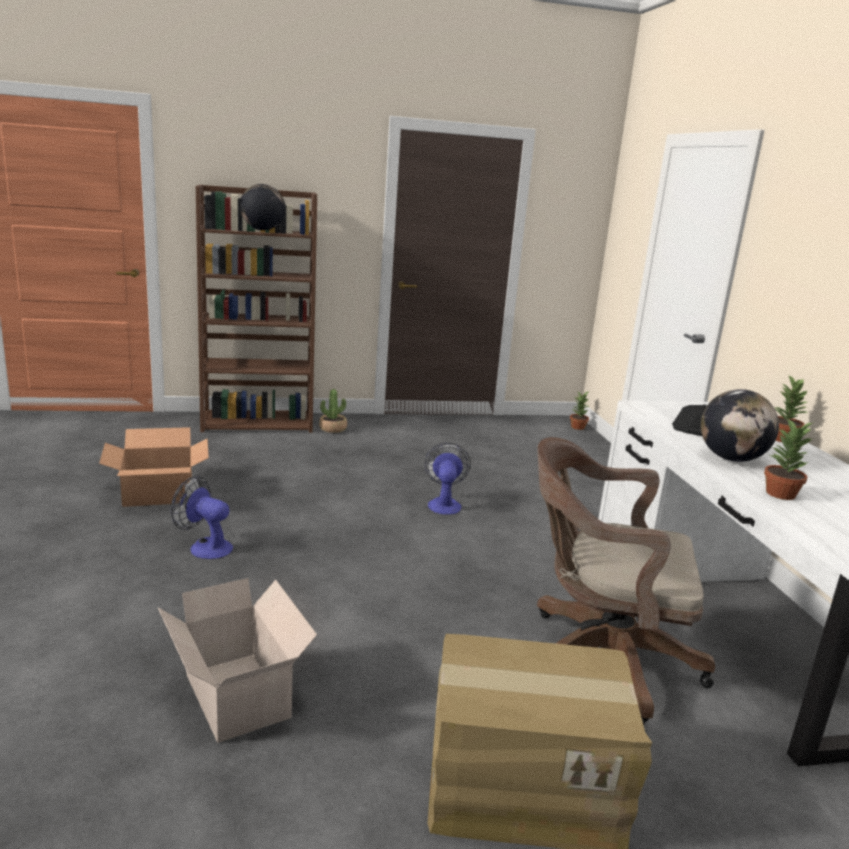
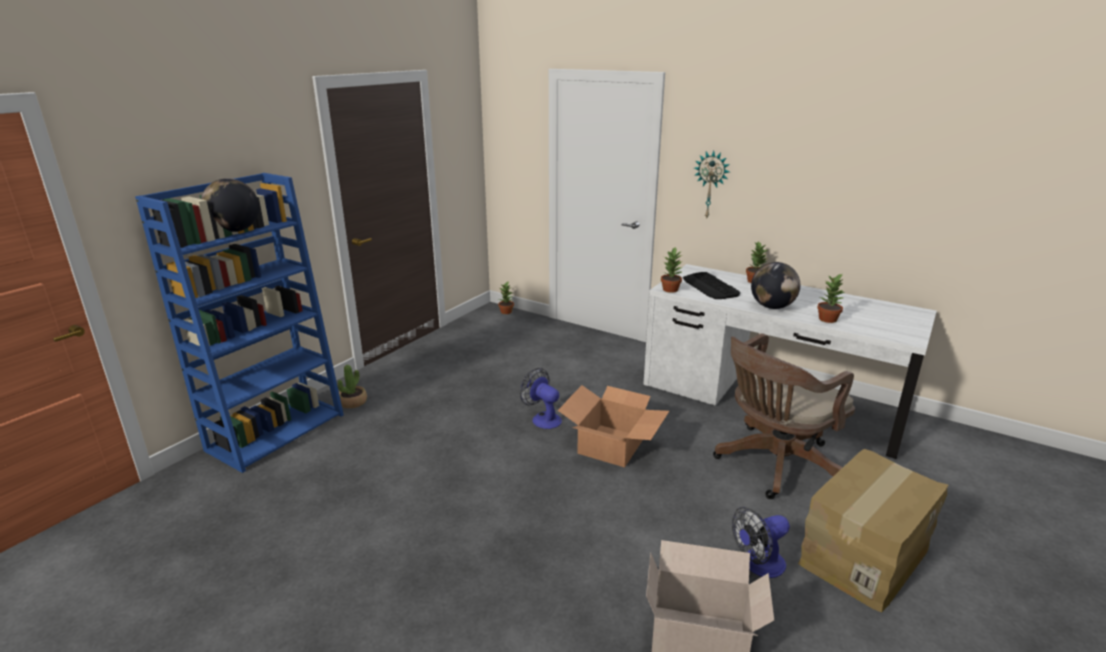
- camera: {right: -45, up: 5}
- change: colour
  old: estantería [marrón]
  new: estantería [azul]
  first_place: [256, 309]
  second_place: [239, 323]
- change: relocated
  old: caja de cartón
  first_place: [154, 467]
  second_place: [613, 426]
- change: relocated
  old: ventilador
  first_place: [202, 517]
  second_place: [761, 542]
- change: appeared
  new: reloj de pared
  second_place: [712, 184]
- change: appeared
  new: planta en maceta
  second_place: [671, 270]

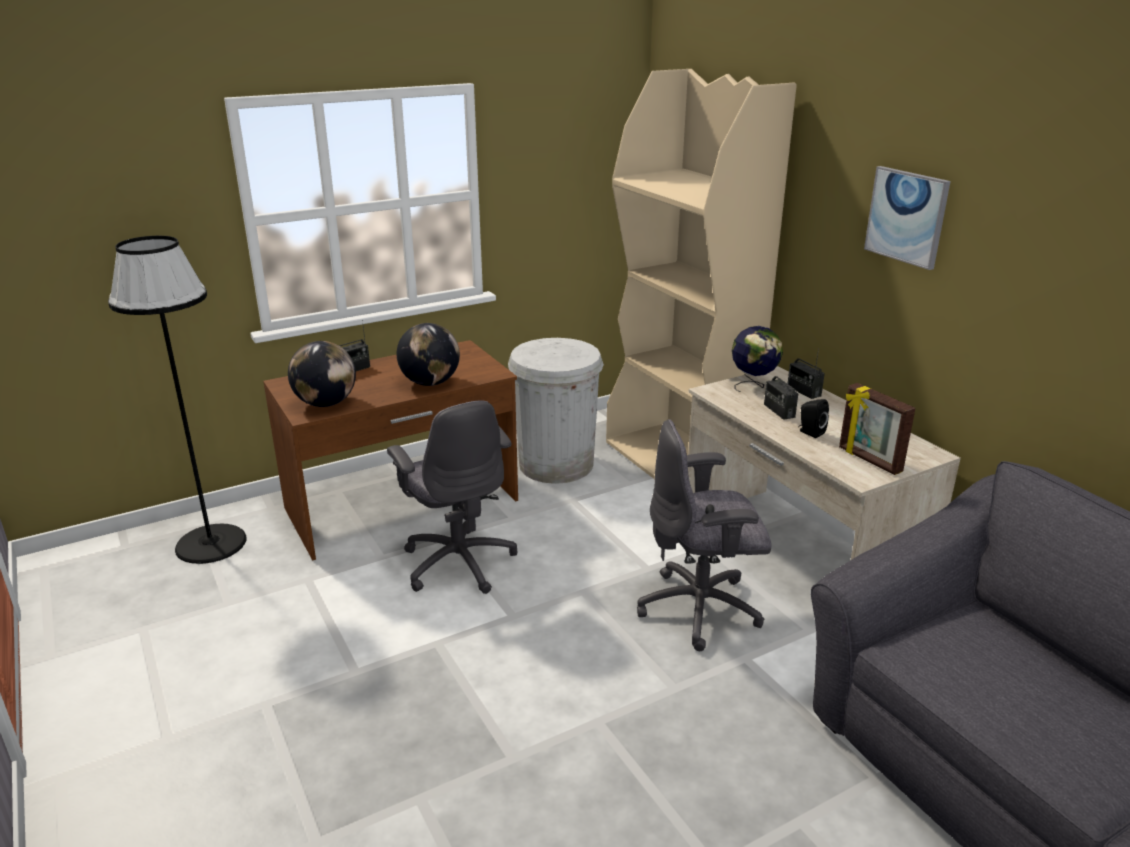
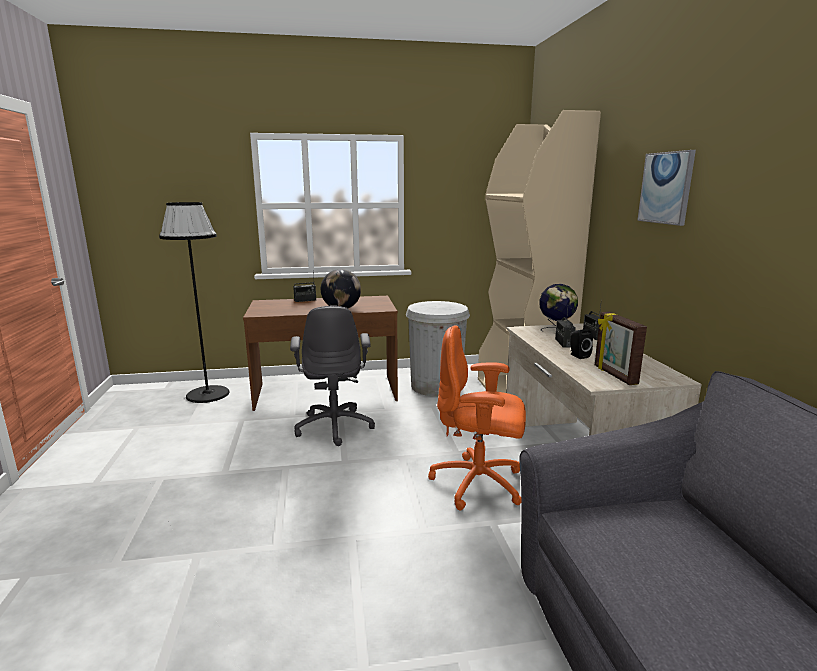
- camera: {right: 20, up: -10}
- change: missing
  old: globo terráqueo
  first_place: [322, 374]
- change: colour
  old: silla de oficina [gris]
  new: silla de oficina [naranja]
  first_place: [704, 535]
  second_place: [477, 418]

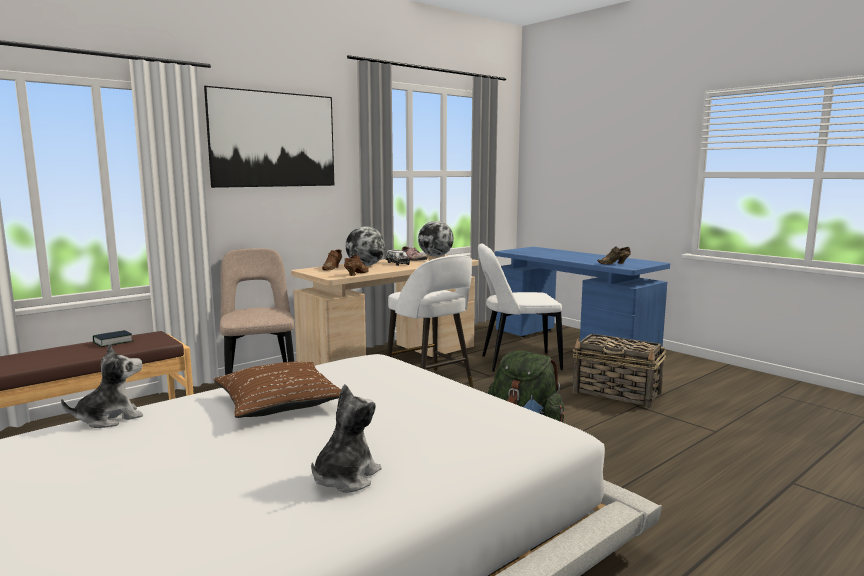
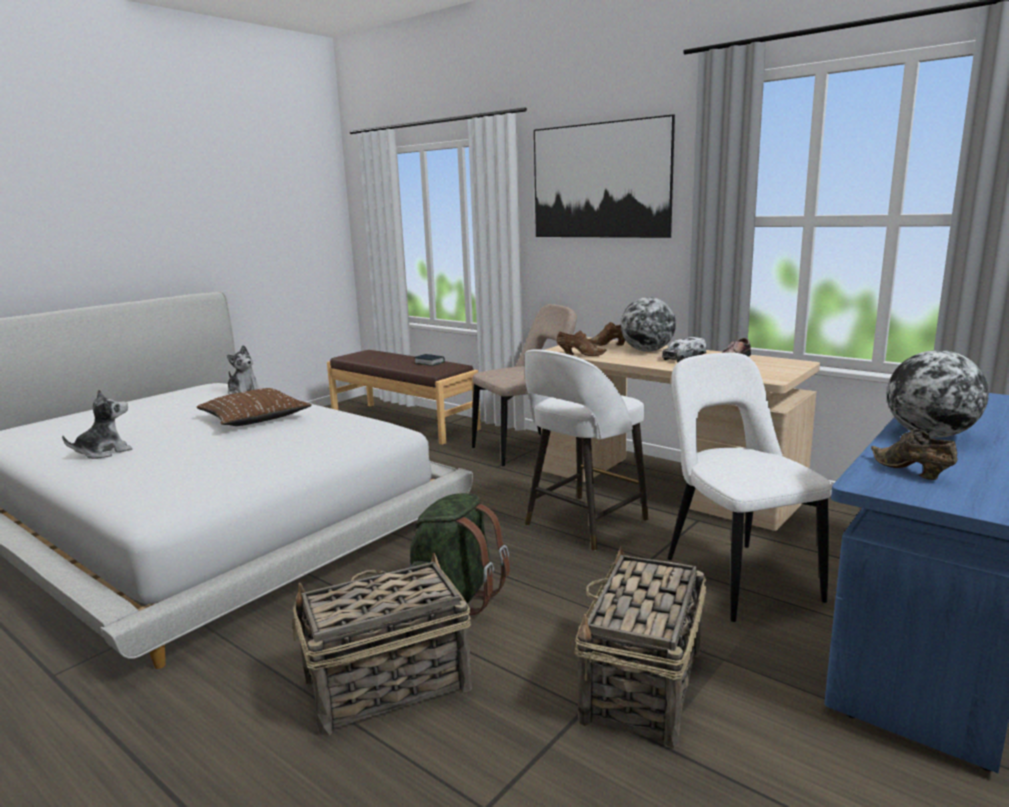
- camera: {right: 80, up: 5}
- change: relocated
  old: globo terráqueo
  first_place: [436, 239]
  second_place: [938, 394]
- change: spun
  old: peluche
  first_place: [346, 438]
  second_place: [97, 424]
  degrees: -60
- change: appeared
  new: cesta
  second_place: [382, 644]

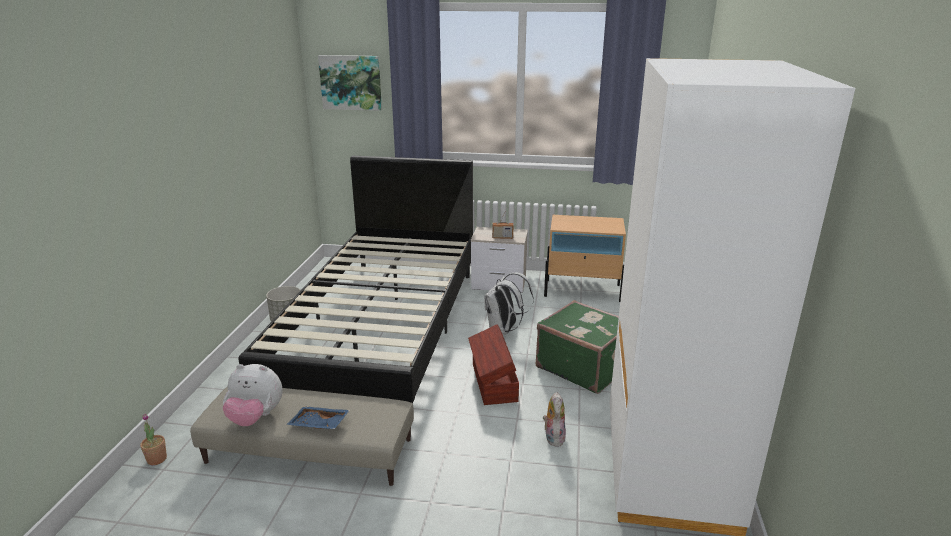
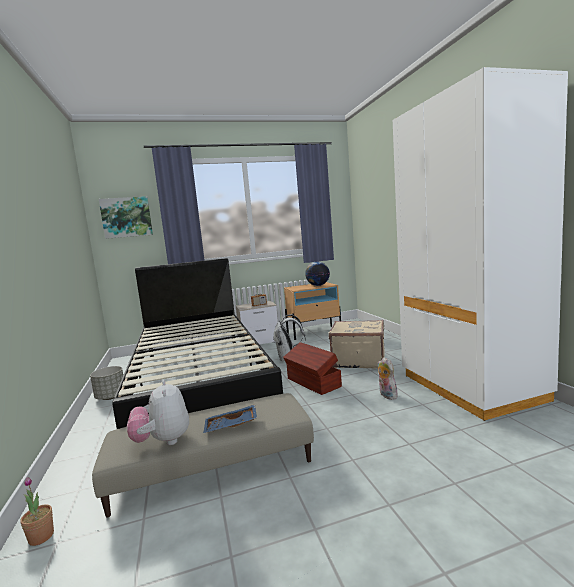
- camera: {right: -25, up: -15}
- change: colour
  old: maleta [verde]
  new: maleta [beis]
  first_place: [577, 347]
  second_place: [357, 344]
- change: spun
  old: peluche
  first_place: [253, 395]
  second_place: [158, 412]
  degrees: 90
- change: appeared
  new: globo terráqueo
  second_place: [317, 274]

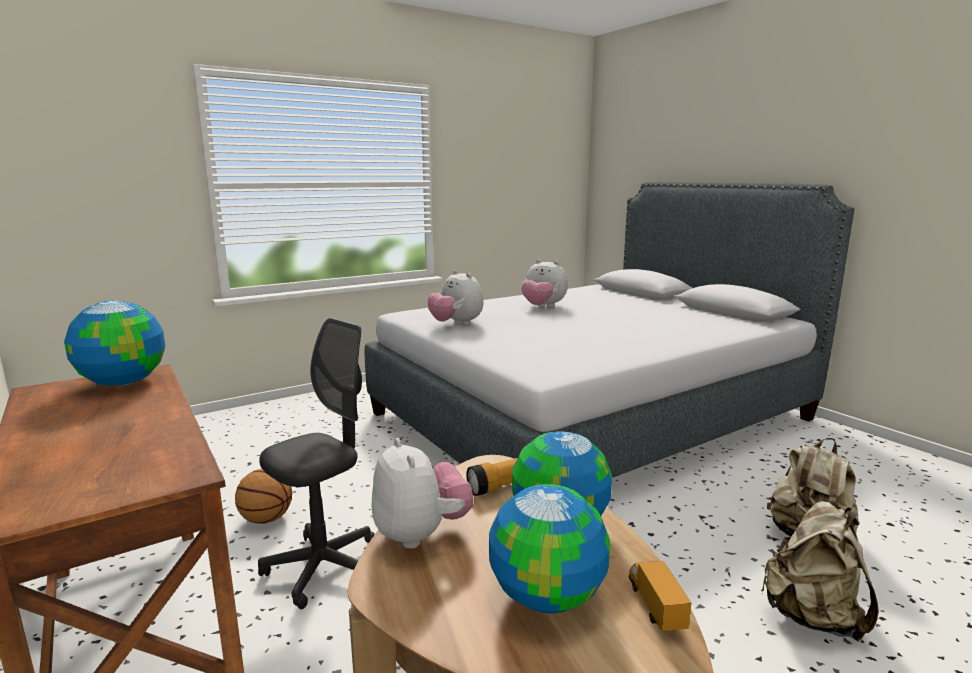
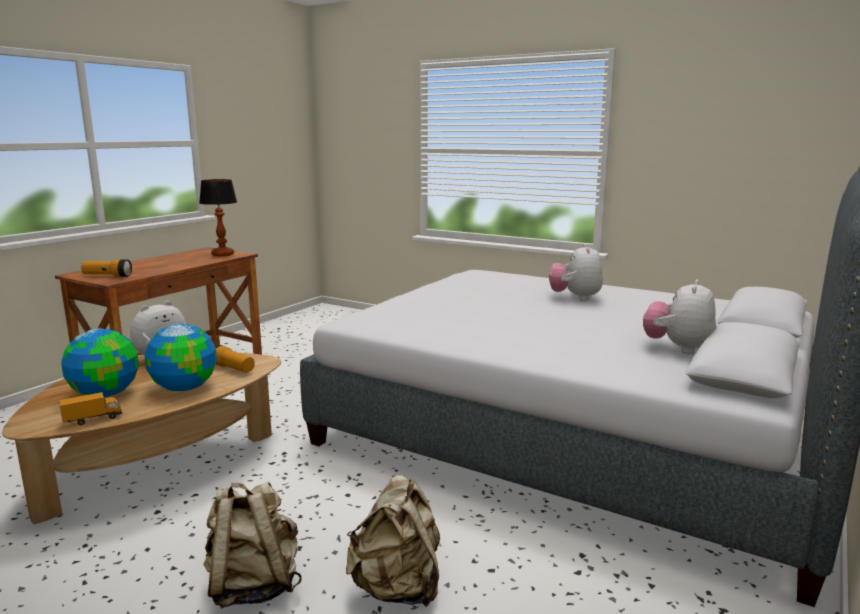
- camera: {right: 65, up: 0}
- change: relocated
  old: peluche
  first_place: [455, 297]
  second_place: [679, 316]
- change: exchanged
  old: globo terráqueo
  new: lámpara de mesa
  first_place: [114, 343]
  second_place: [218, 217]
- change: missing
  old: silla de oficina [gris]
  first_place: [316, 463]
- change: missing
  old: balón de baloncesto
  first_place: [263, 496]
- change: appeared
  new: linterna
  second_place: [106, 268]

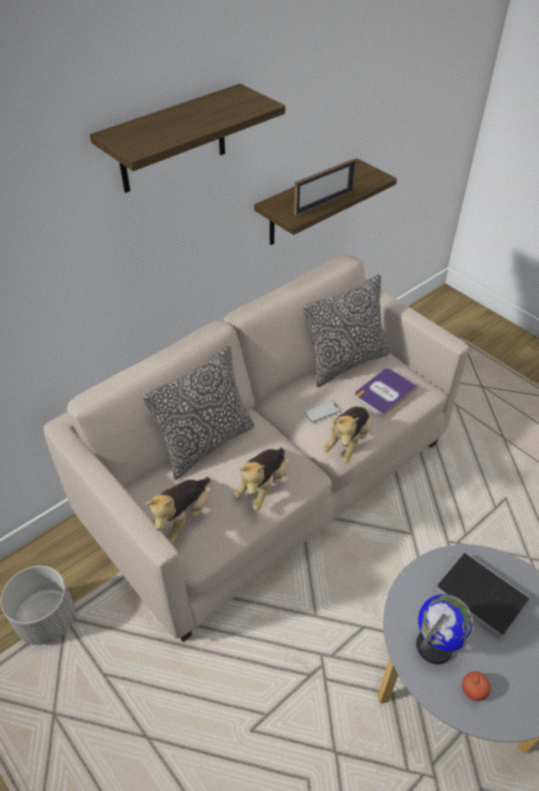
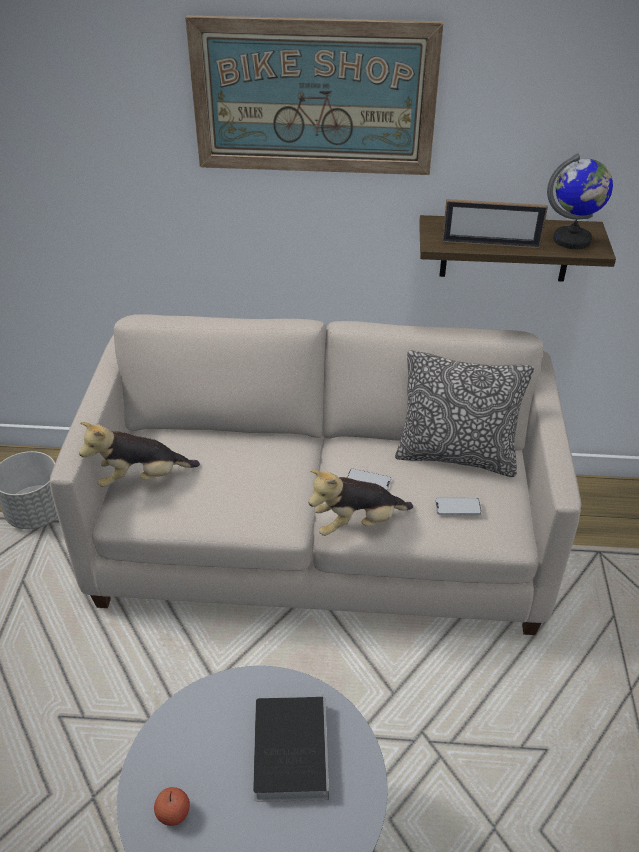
- camera: {right: 45, up: -5}
- change: exchanged
  old: estante
  new: cuadro
  first_place: [187, 138]
  second_place: [314, 95]
- change: missing
  old: cojín
  first_place: [198, 412]
- change: exchanged
  old: libro
  new: móvil
  first_place: [386, 392]
  second_place: [458, 506]
- change: missing
  old: peluche
  first_place: [260, 479]
- change: relocated
  old: globo terráqueo
  first_place: [445, 629]
  second_place: [580, 201]

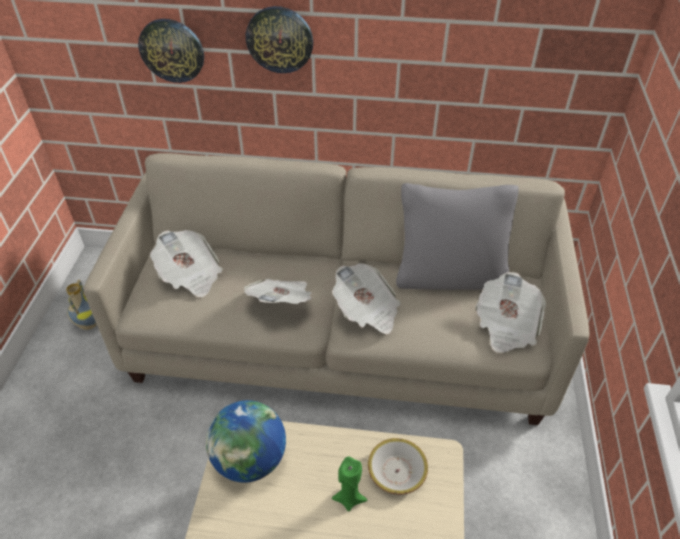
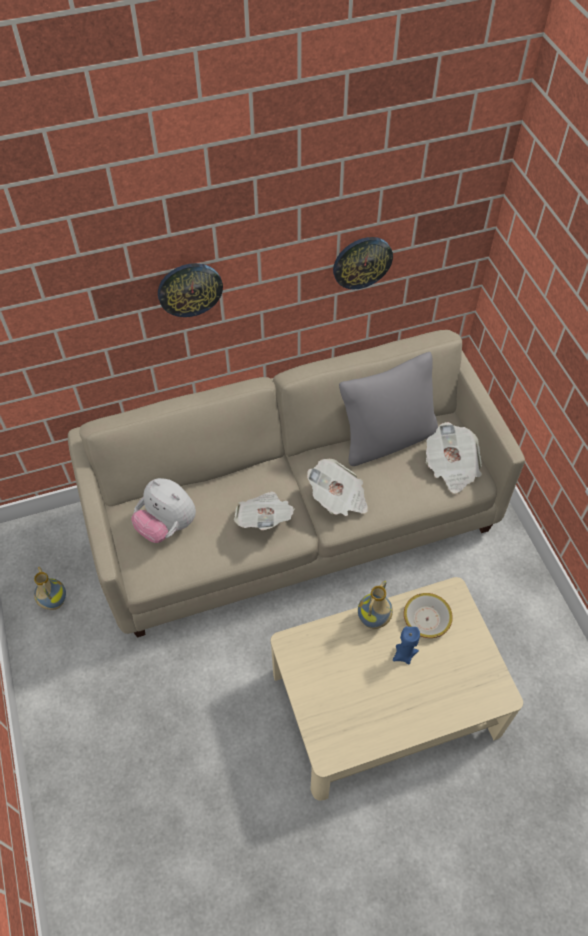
- camera: {right: -25, up: 10}
- change: relocated
  old: reloj de pared
  first_place: [171, 51]
  second_place: [363, 263]
- change: exchanged
  old: periódico
  new: peluche
  first_place: [186, 263]
  second_place: [163, 510]
- change: missing
  old: globo terráqueo
  first_place: [246, 441]
- change: colour
  old: vela [verde]
  new: vela [azul]
  first_place: [349, 483]
  second_place: [406, 645]
- change: appeared
  new: florero
  second_place: [375, 605]

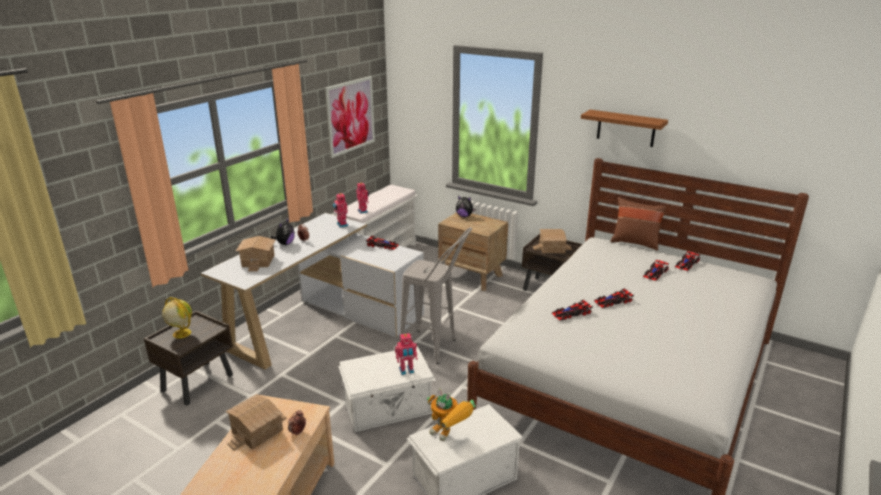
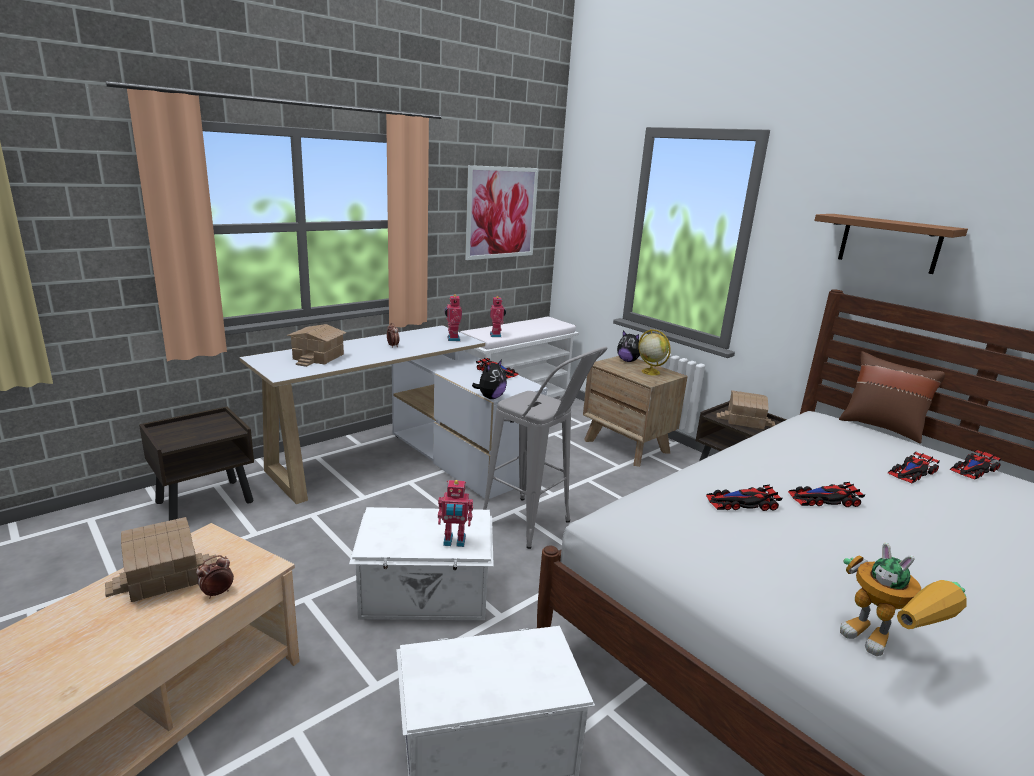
- camera: {right: 15, up: -5}
- change: relocated
  old: peluche
  first_place: [283, 231]
  second_place: [489, 379]
- change: relocated
  old: globo terráqueo
  first_place: [177, 318]
  second_place: [654, 352]
- change: relocated
  old: robot de juguete
  first_place: [451, 414]
  second_place: [903, 599]

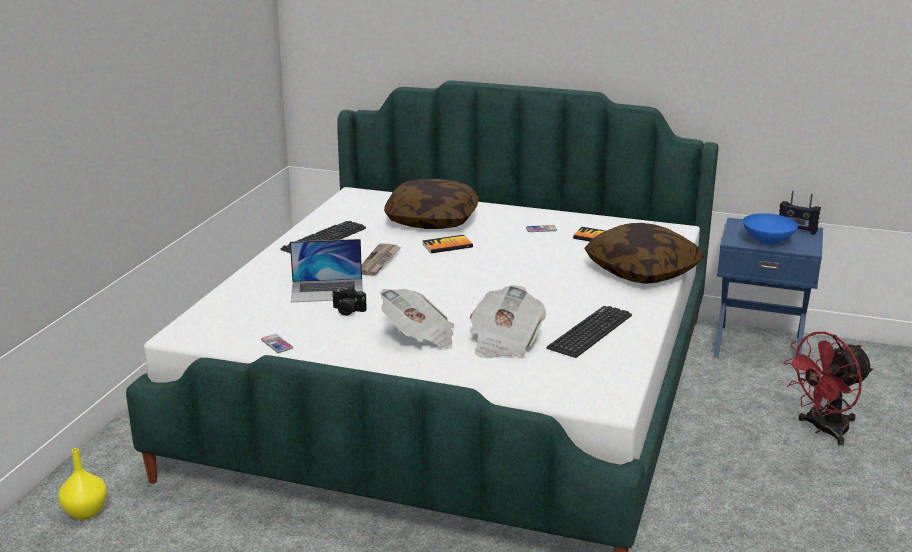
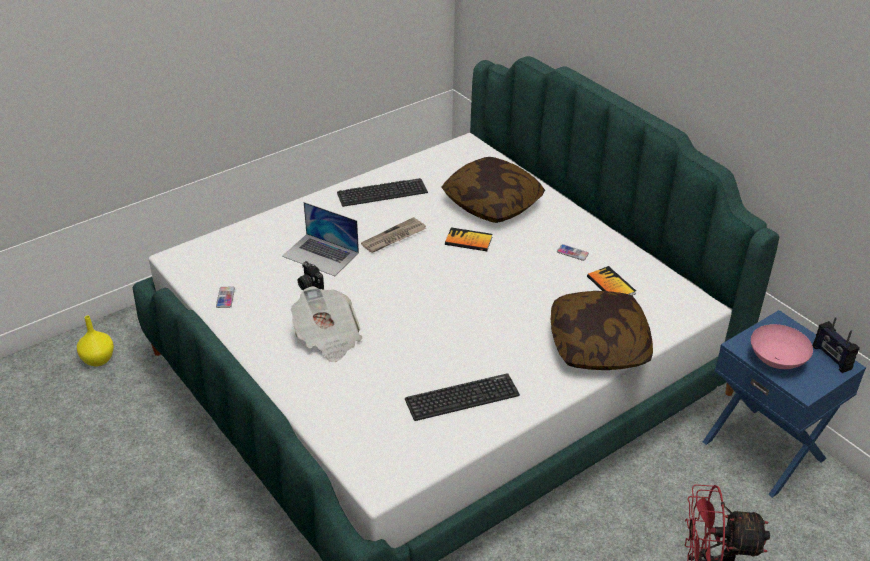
- camera: {right: 35, up: 15}
- change: colour
  old: cuenco [azul]
  new: cuenco [rosa]
  first_place: [770, 229]
  second_place: [782, 346]
- change: missing
  old: periódico
  first_place: [508, 321]

